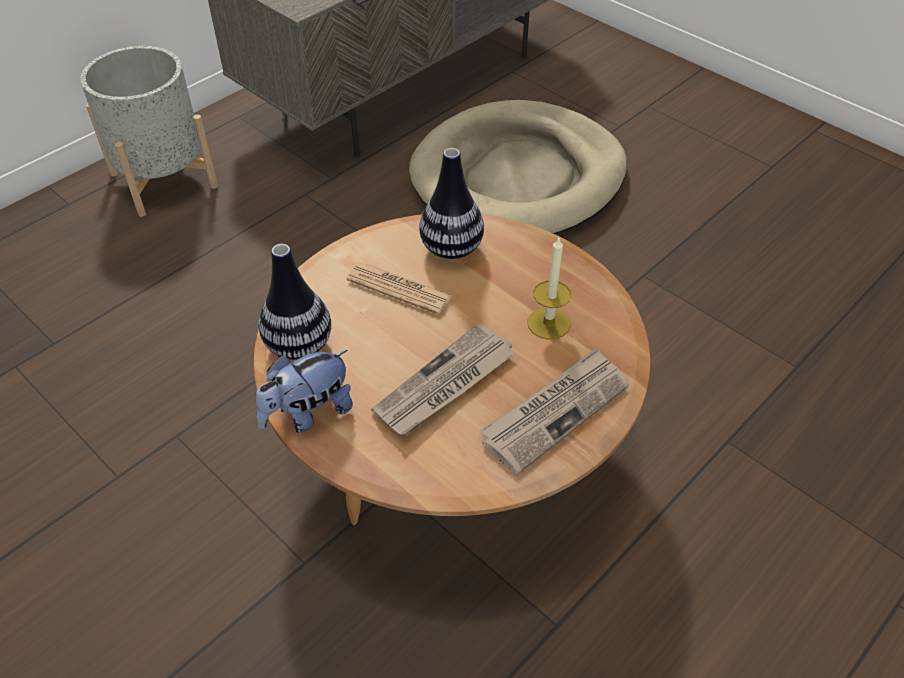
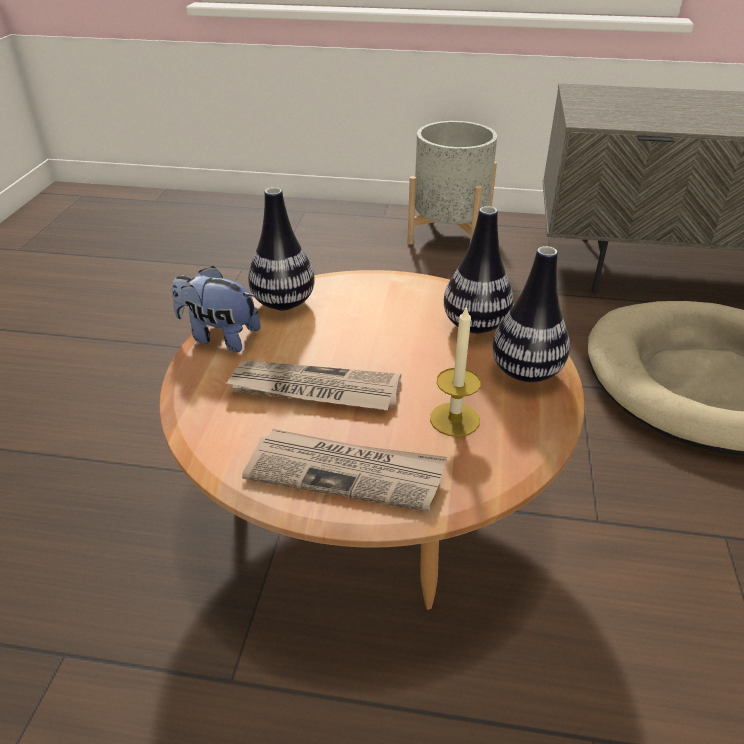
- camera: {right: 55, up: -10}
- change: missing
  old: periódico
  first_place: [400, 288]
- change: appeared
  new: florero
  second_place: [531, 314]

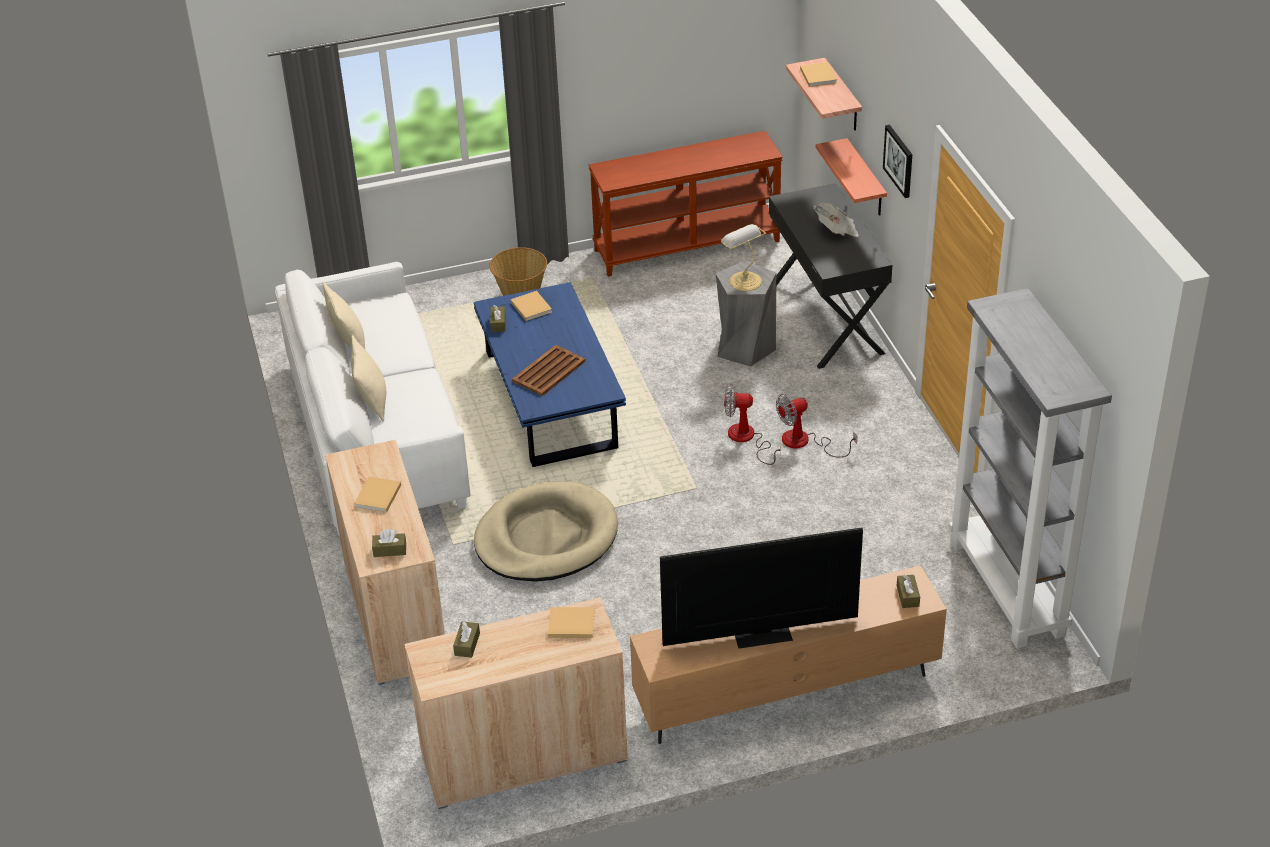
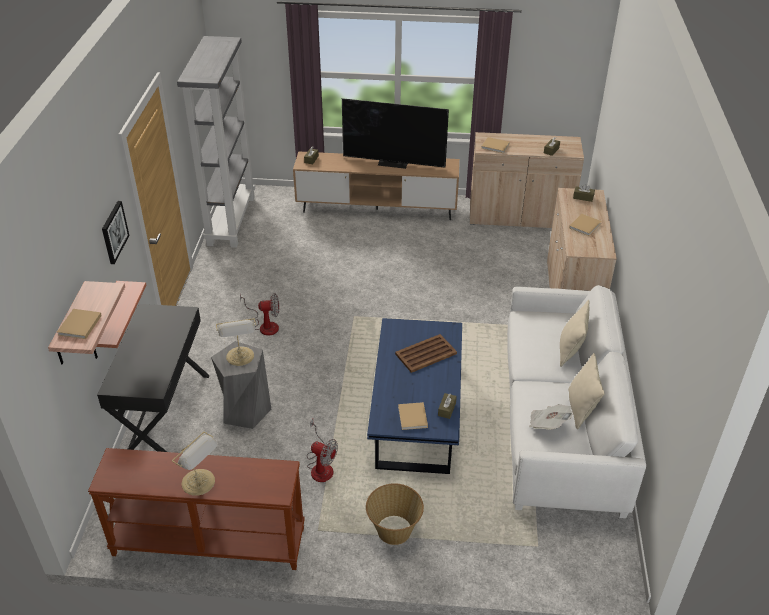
- camera: {right: -160, up: 0}
- change: relocated
  old: periódico
  first_place: [836, 220]
  second_place: [550, 417]
- change: relocated
  old: ventilador
  first_place: [752, 424]
  second_place: [322, 450]
- change: missing
  old: cama para perro [beis]
  first_place: [546, 531]
- change: appeared
  new: lámpara de mesa
  second_place: [194, 464]

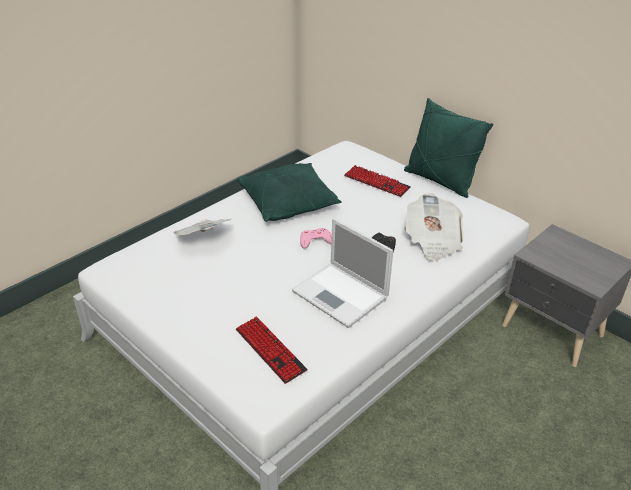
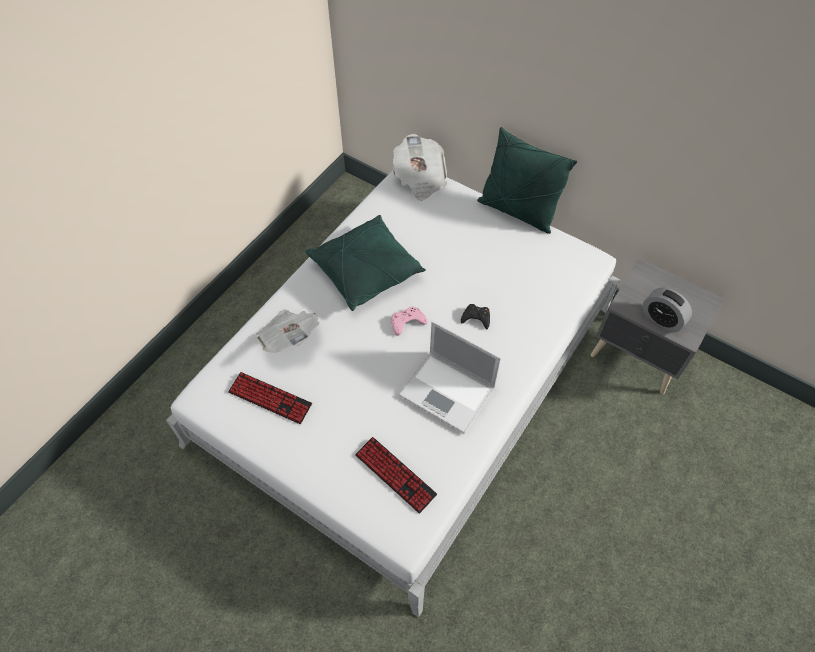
- camera: {right: -10, up: 20}
- change: relocated
  old: teclado
  first_place: [377, 181]
  second_place: [270, 398]
- change: relocated
  old: periódico
  first_place: [434, 227]
  second_place: [420, 167]
- change: appeared
  new: despertador
  second_place: [667, 310]

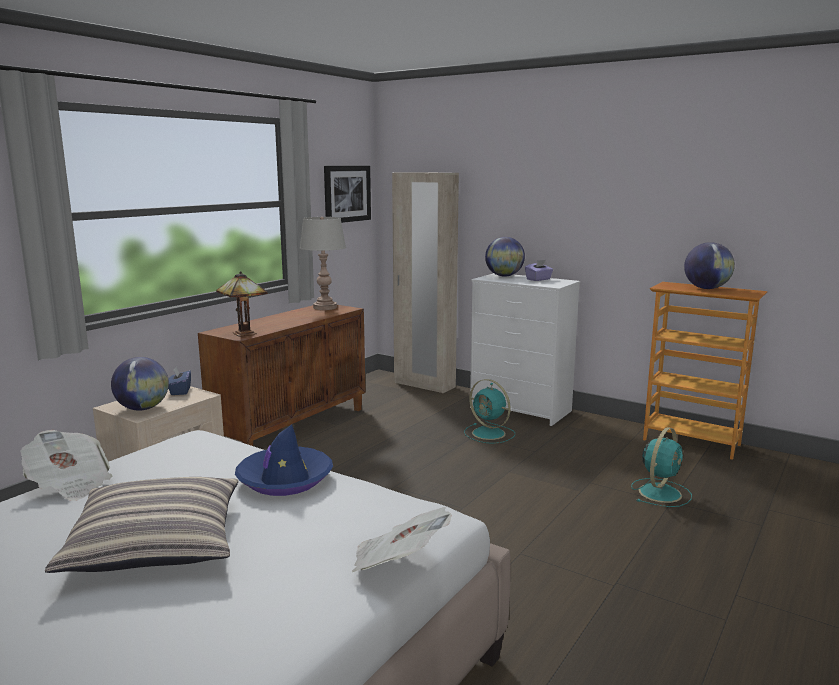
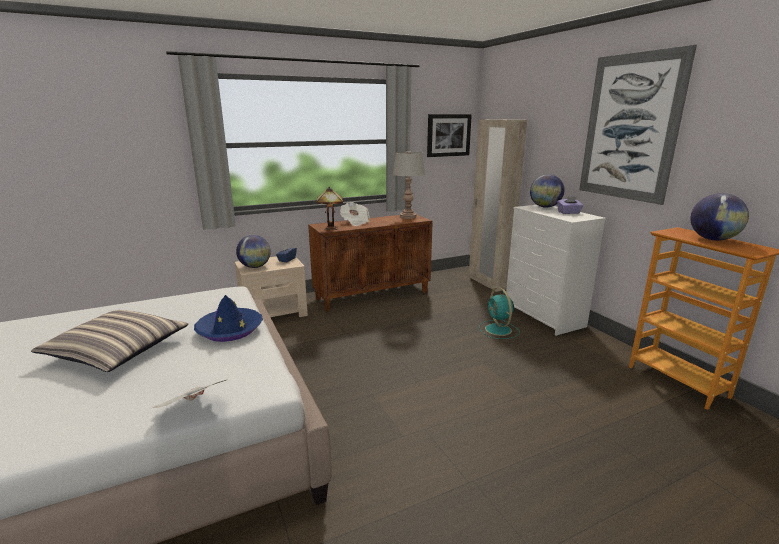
- camera: {right: 30, up: 5}
- change: missing
  old: ventilador [turquesa]
  first_place: [661, 467]
- change: relocated
  old: periódico
  first_place: [66, 465]
  second_place: [355, 214]
- change: appeared
  new: cuadro
  second_place: [638, 125]

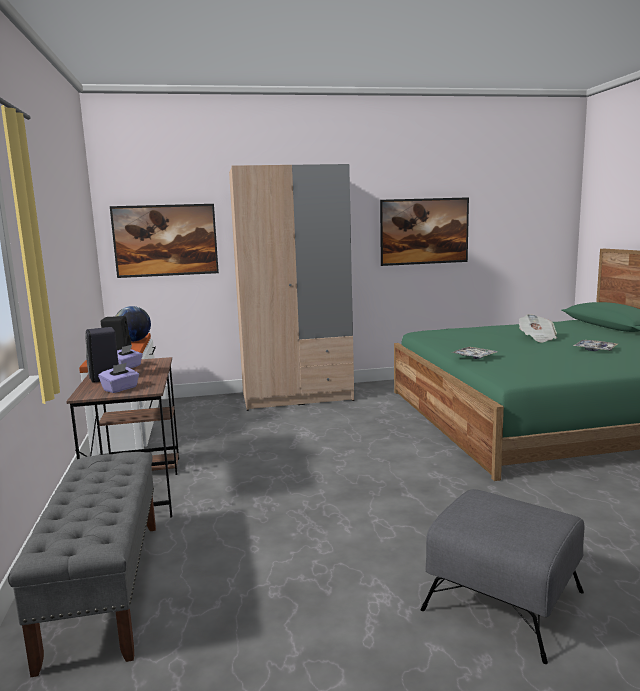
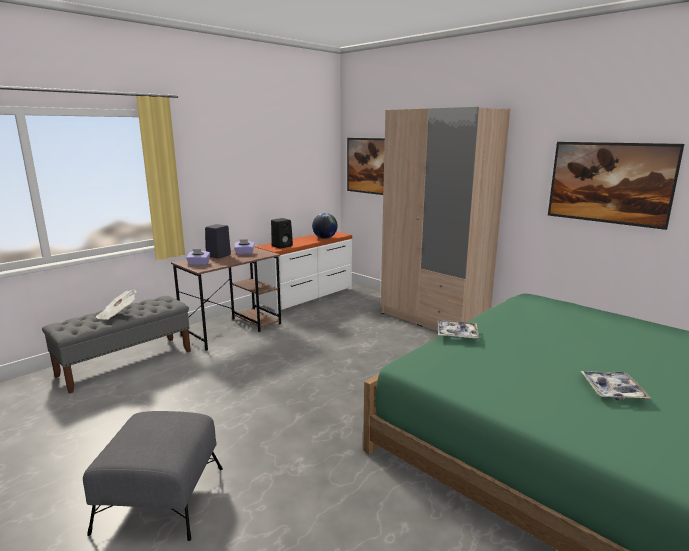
- camera: {right: 55, up: 5}
- change: relocated
  old: periódico
  first_place: [538, 328]
  second_place: [116, 305]

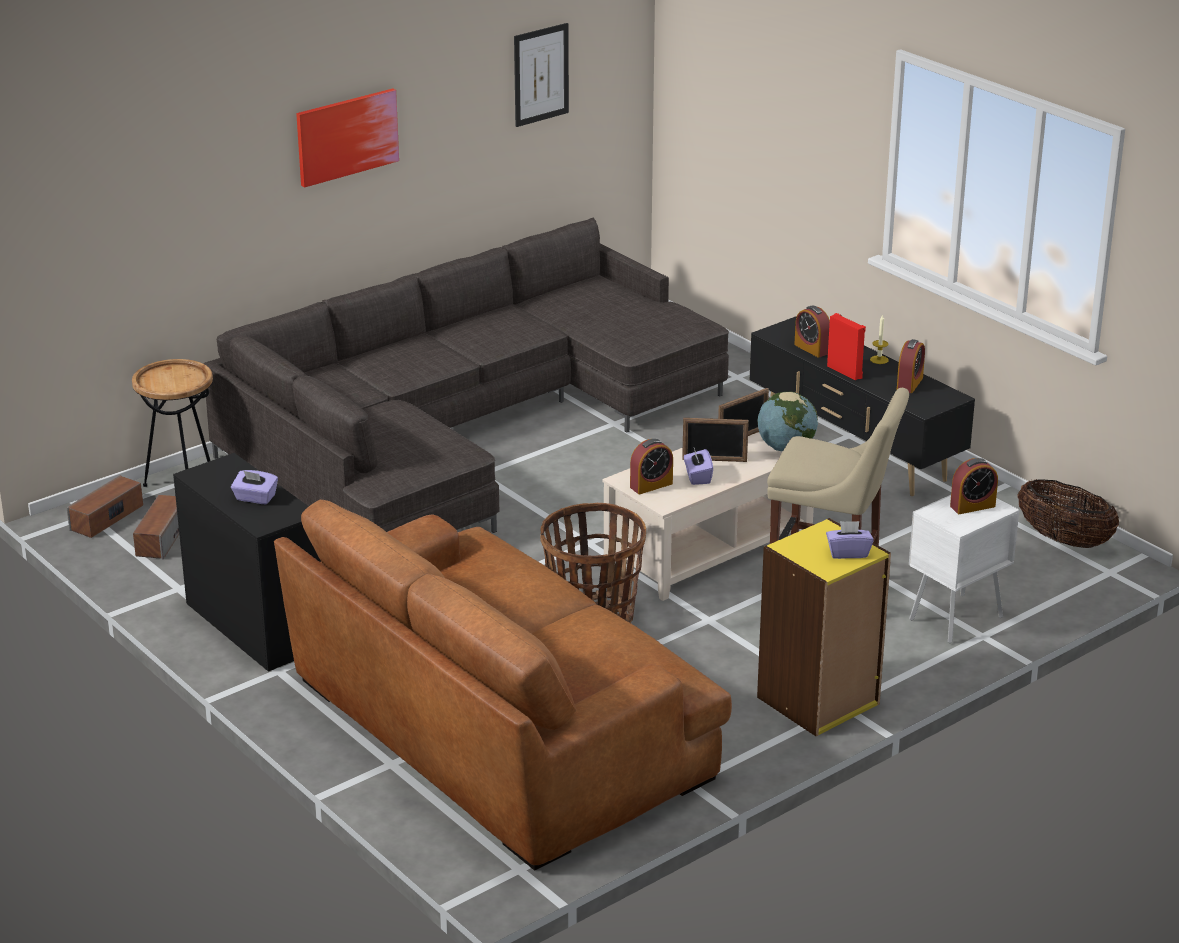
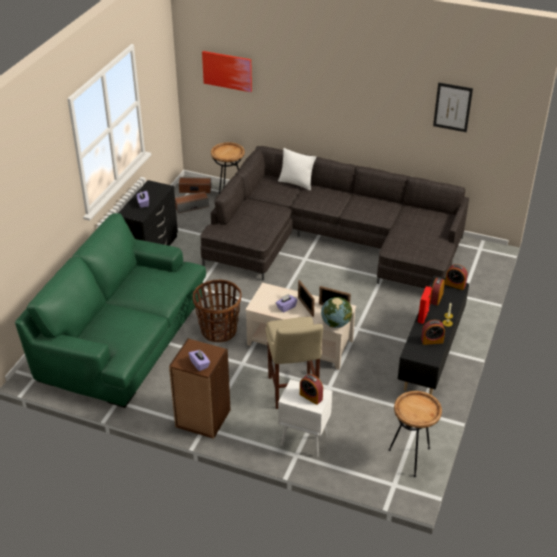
- camera: {right: 60, up: 10}
- change: relocated
  old: cuadro
  first_place: [347, 138]
  second_place: [227, 71]
- change: relocated
  old: despertador
  first_place: [651, 466]
  second_place: [456, 277]
- change: exchanged
  old: cesta
  new: mesa auxiliar [marrón]
  first_place: [1068, 513]
  second_place: [415, 434]
- change: colour
  old: sofá [marrón]
  new: sofá [verde]
  first_place: [503, 685]
  second_place: [110, 310]
- change: colour
  old: estantería [amarillo]
  new: estantería [marrón]
  first_place: [824, 627]
  second_place: [200, 388]
- change: appeared
  new: cojín [blanco]
  second_place: [297, 169]

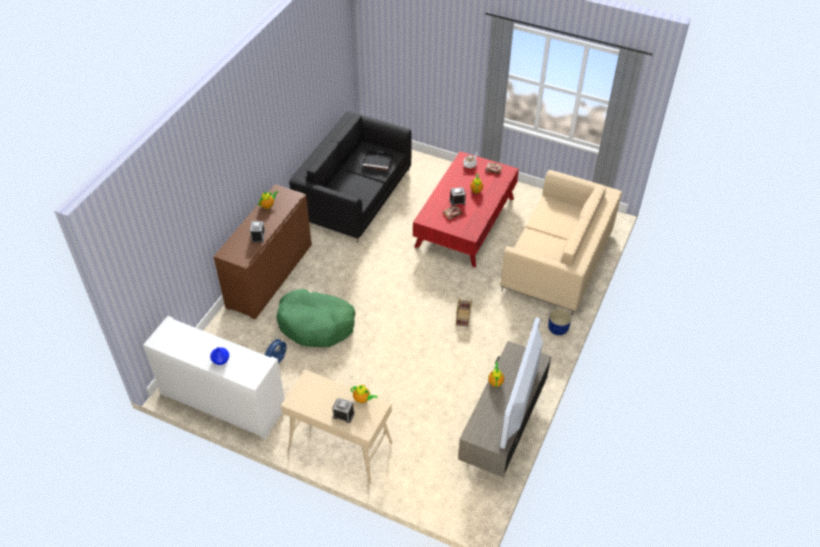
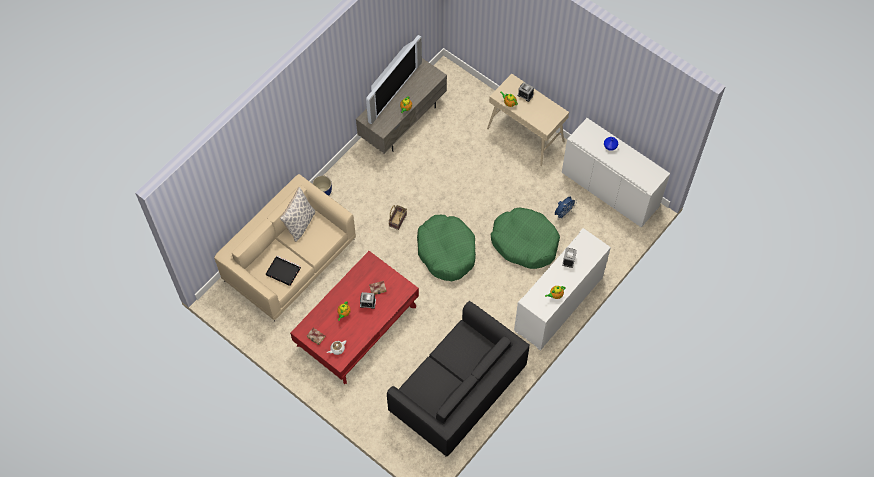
- camera: {right: -165, up: 15}
- change: relocated
  old: bandeja [negro]
  first_place: [377, 161]
  second_place: [283, 271]
- change: colour
  old: armario [marrón]
  new: armario [blanco]
  first_place: [263, 251]
  second_place: [562, 289]
- change: appeared
  new: cojín
  second_place: [297, 214]
- change: appeared
  new: cama para perro [verde]
  second_place: [446, 248]

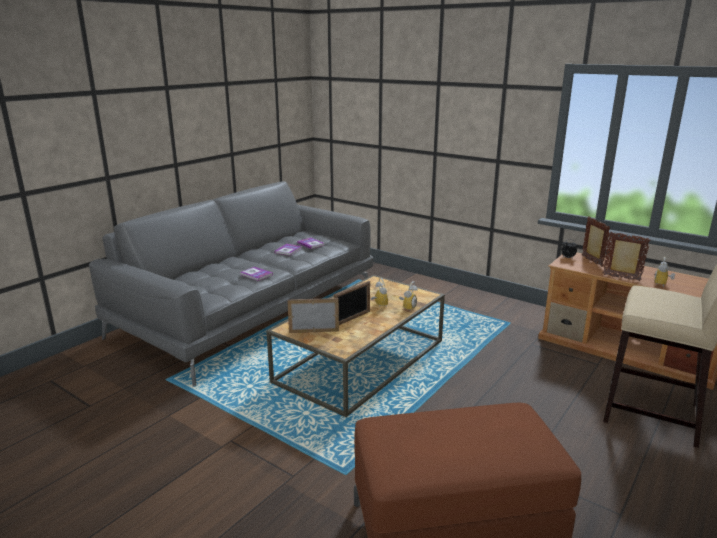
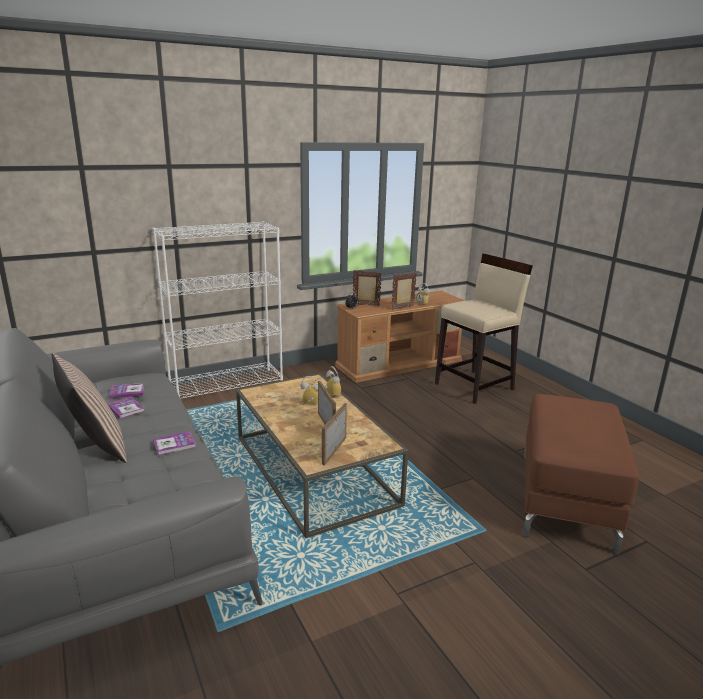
- camera: {right: -65, up: 0}
- change: appeared
  new: estantería [blanco]
  second_place: [217, 310]
- change: appeared
  new: cojín
  second_place: [89, 408]

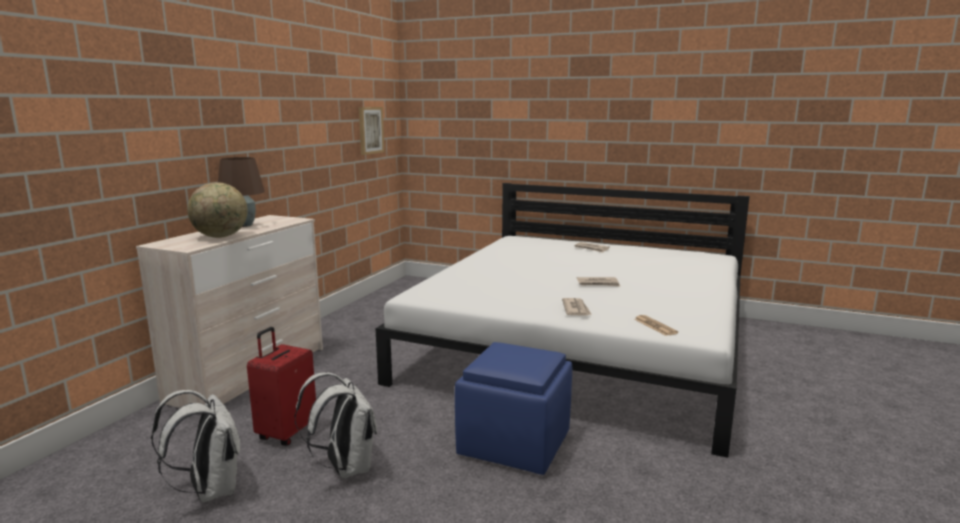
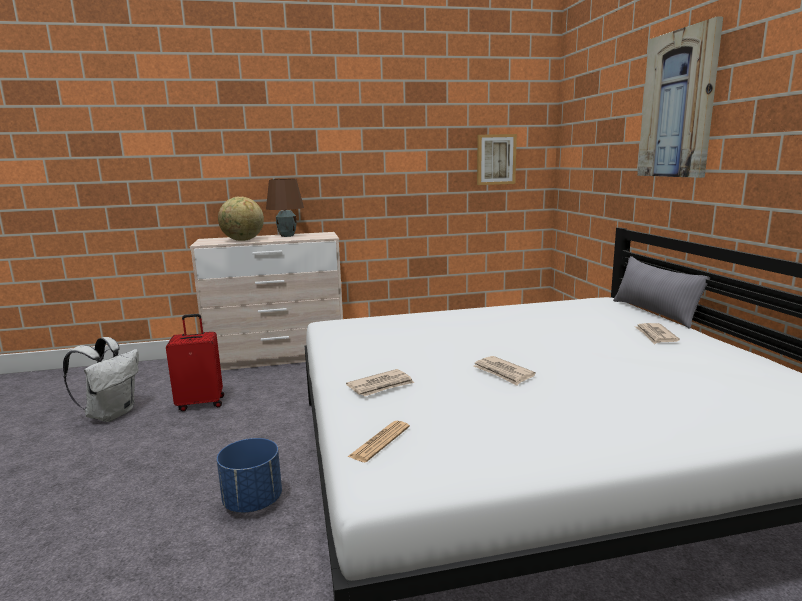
- camera: {right: 55, up: 0}
- change: exchanged
  old: puf [azul]
  new: maceta [azul]
  first_place: [513, 408]
  second_place: [249, 475]
- change: missing
  old: mochila [blanco]
  first_place: [336, 425]
- change: appeared
  new: cuadro
  second_place: [680, 97]
- change: appeared
  new: cojín [gris]
  second_place: [661, 292]

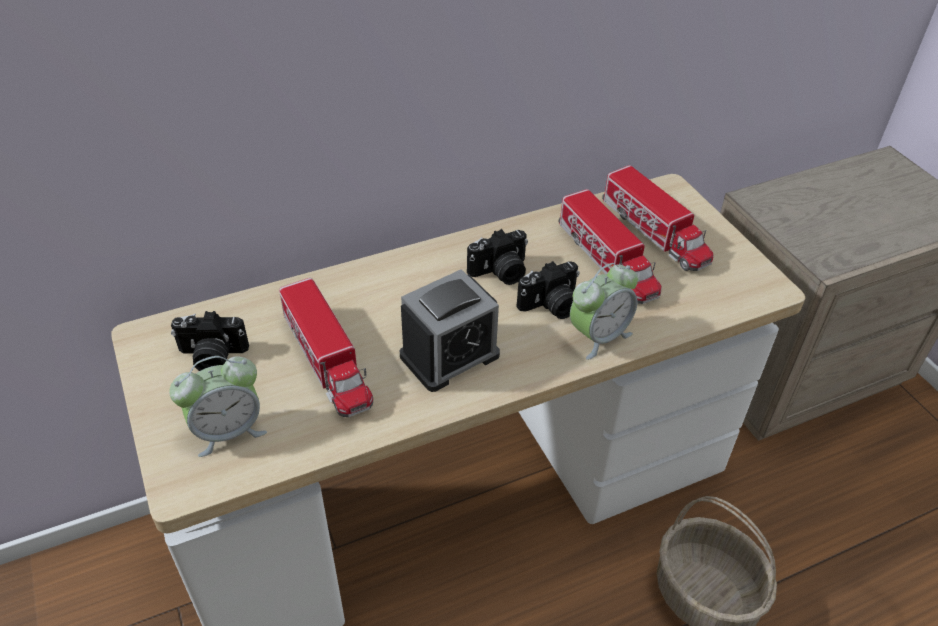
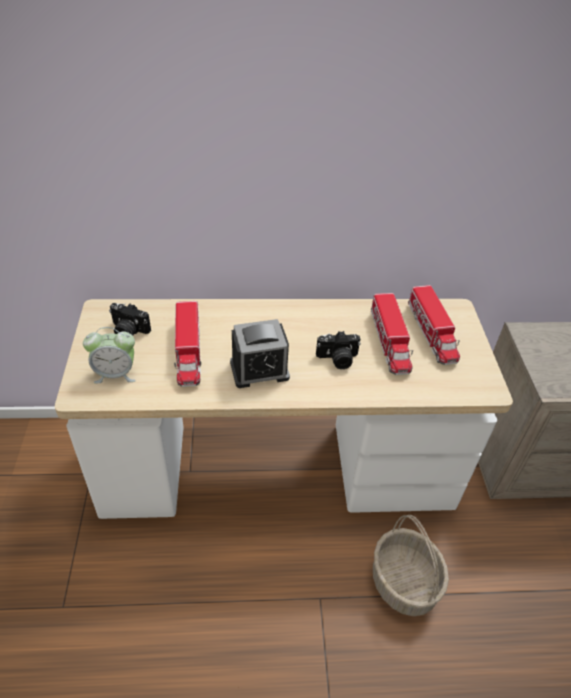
- camera: {right: 20, up: 0}
- change: missing
  old: cámara
  first_place: [497, 257]
- change: missing
  old: despertador
  first_place: [604, 311]

